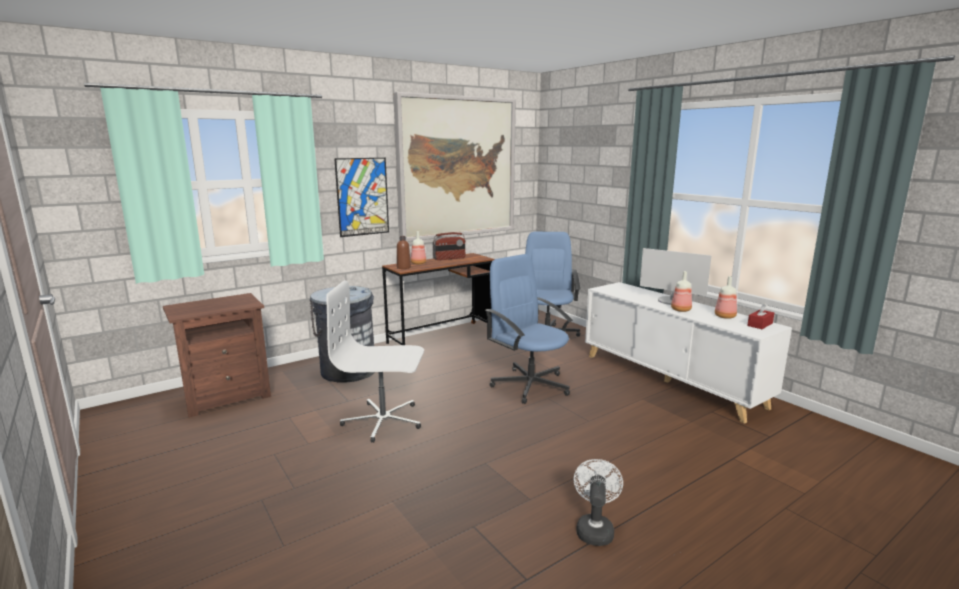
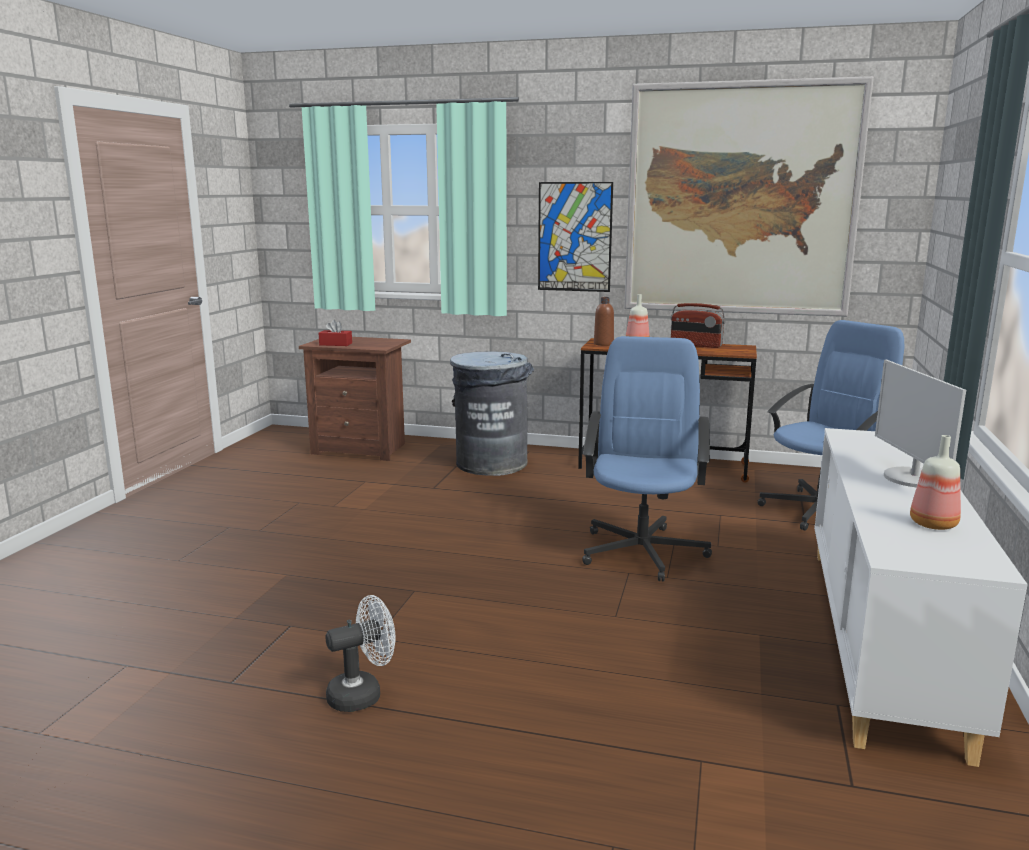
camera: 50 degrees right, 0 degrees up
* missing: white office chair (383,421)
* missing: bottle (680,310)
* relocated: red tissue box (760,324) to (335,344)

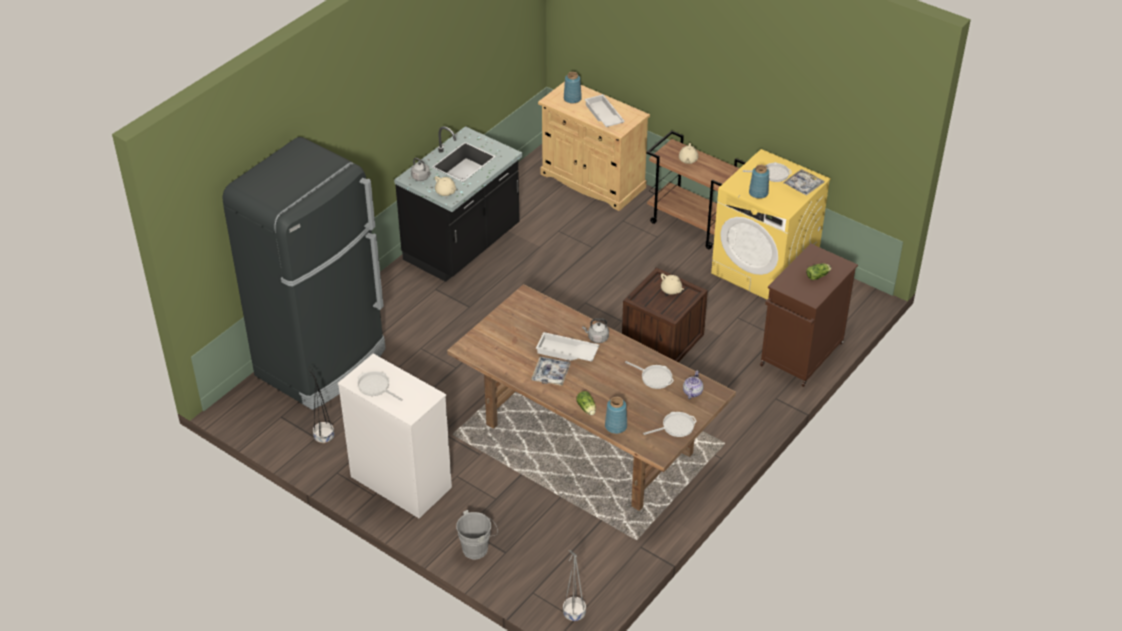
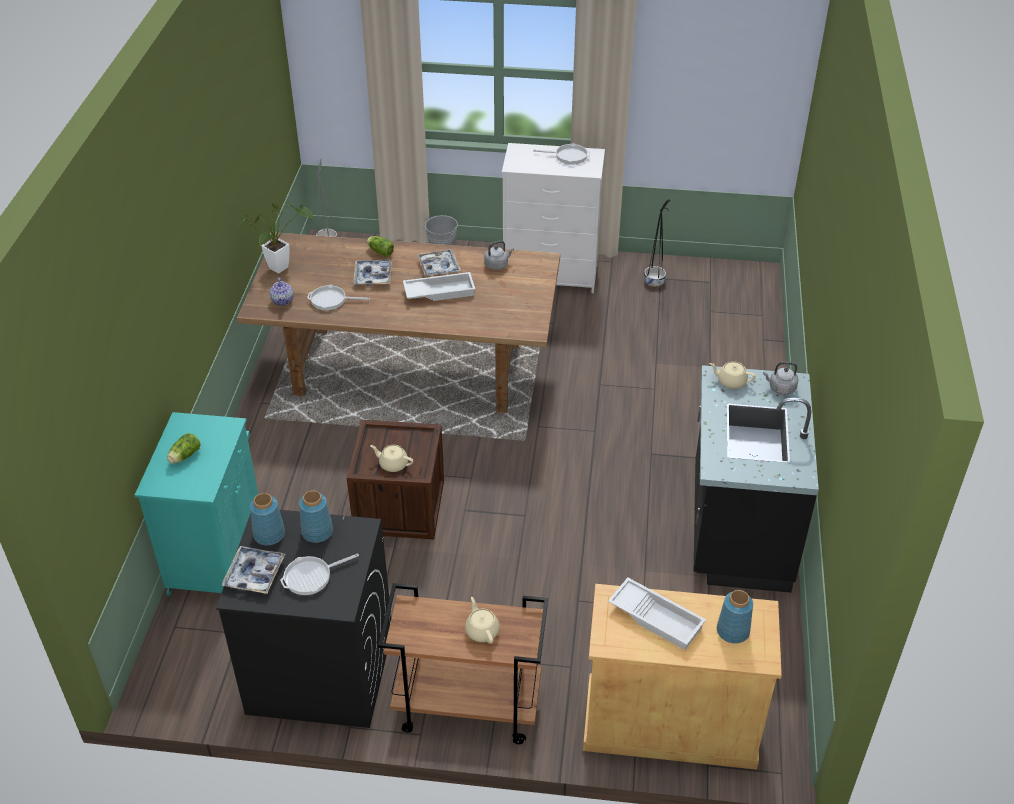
camera: 150 degrees right, 0 degrees up
* missing: black fridge (322,363)
* appeared: tray (373,276)
* relocated: grey kettle (597,338) to (497,264)
* relocated: blue vase (615,426) to (269,534)
* exchanged: frying pan (675,427) to potted plant (282,266)
* colour: yellow washing machine (765,269) to black washing machine (319,671)
* colour: brown cabinet (800,355) to turquoise cabinet (217,555)

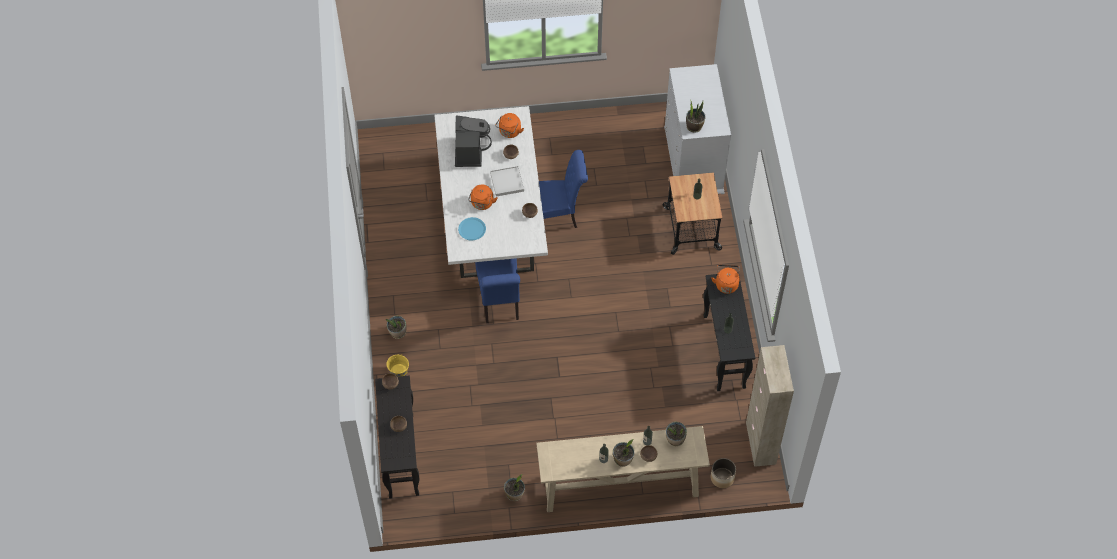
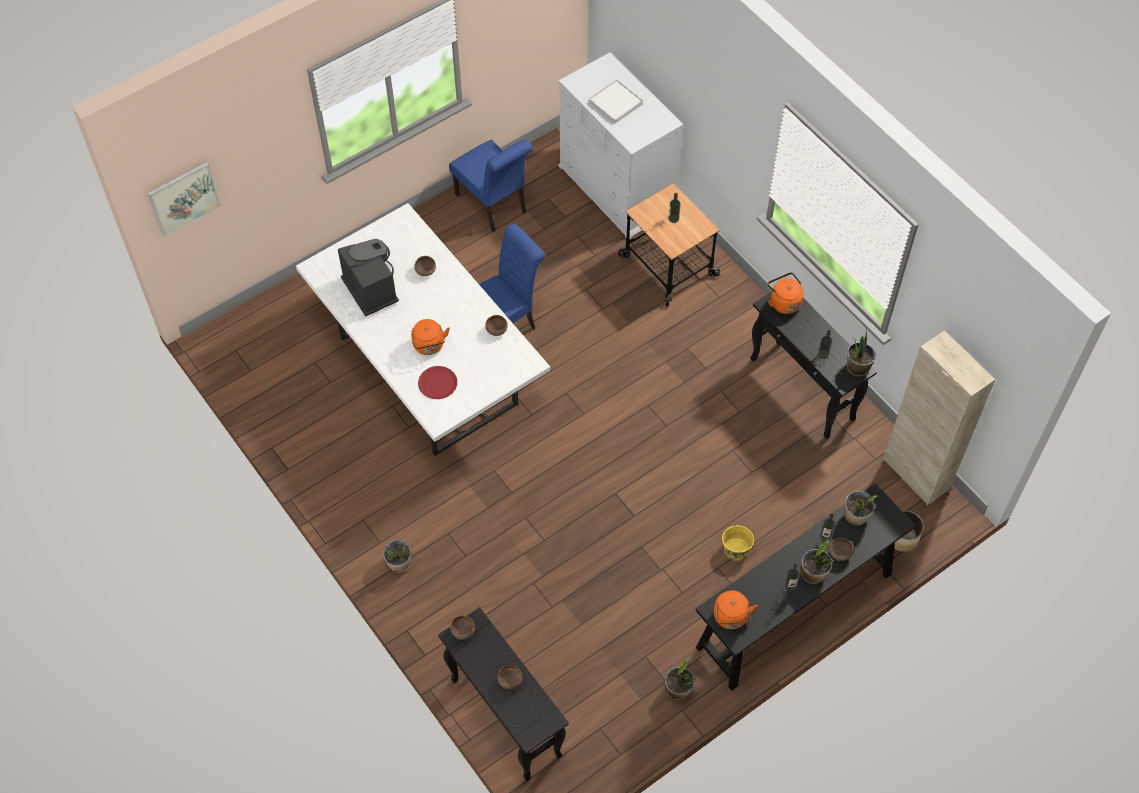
camera: 30 degrees left, 0 degrees up
* appeared: picture (184,198)
* relocated: yellow bucket (398,371) to (736,549)
* relocated: blue chair (500,304) to (494,206)
* relocated: white tray (507,182) to (615,103)
* relocated: orange kettle (509,132) to (731,618)
* relocated: potted plant (694,126) to (857,367)
* colour: blue plate (472,229) to red plate (437,383)
* colour: beige console table (619,486) to black console table (793,611)

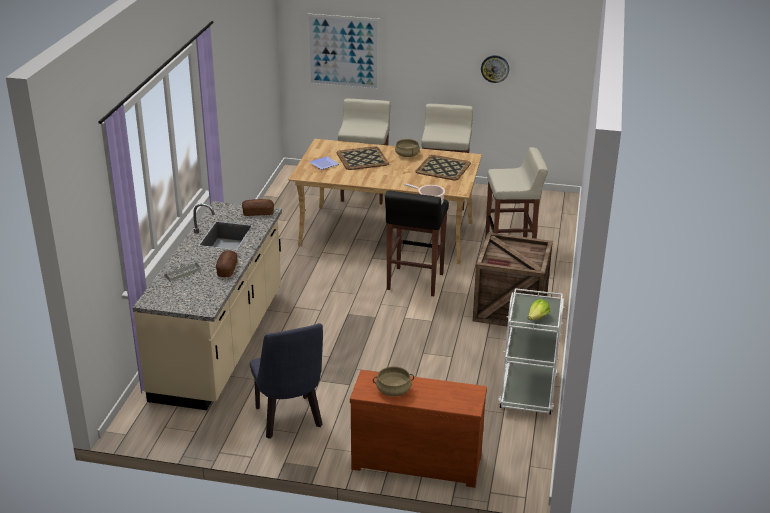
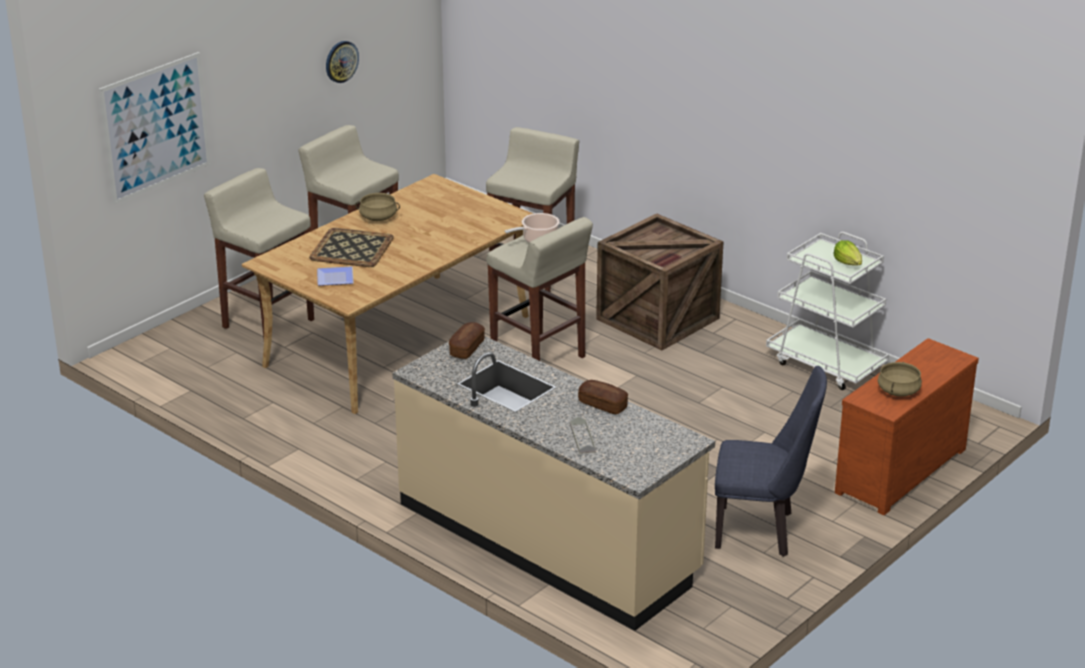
camera: 60 degrees left, 0 degrees up
* missing: tray (442,168)
* colour: black stool (414,282) to beige stool (539,359)

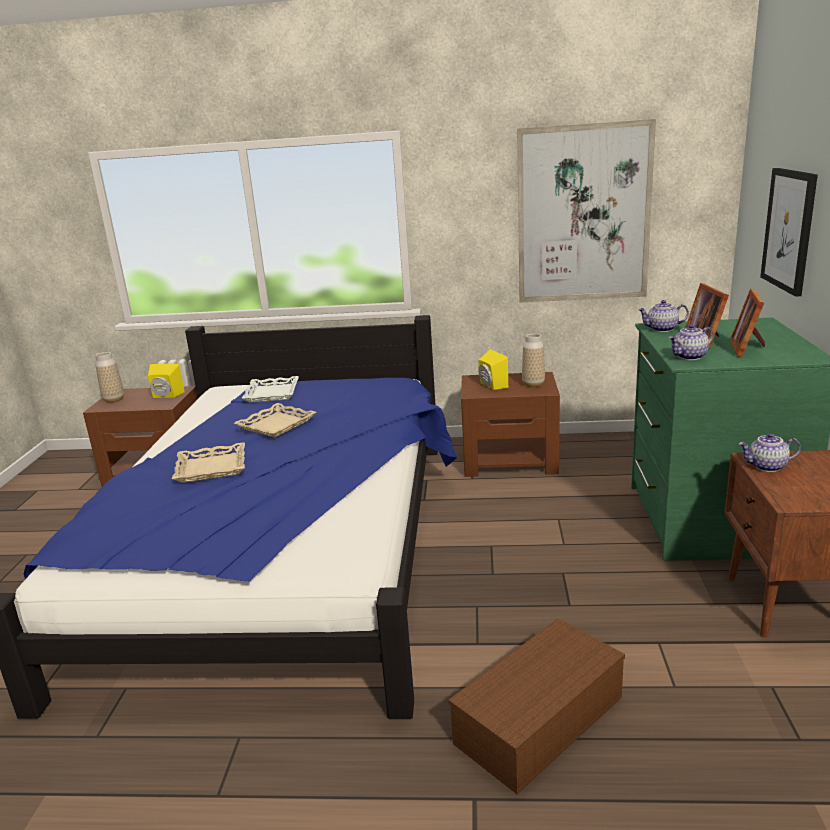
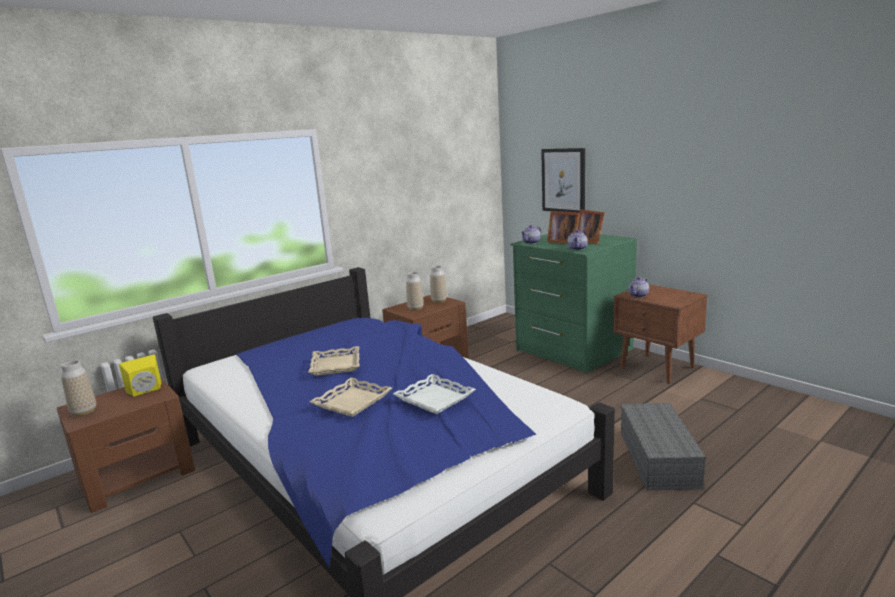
camera: 45 degrees left, 5 degrees down
* missing: picture (583,214)
* relocated: white tray (271,393) to (434,399)
* exchanged: yellow speaker (491,386) to vase (415,309)
* colour: brown storage box (539,722) to grey storage box (659,459)

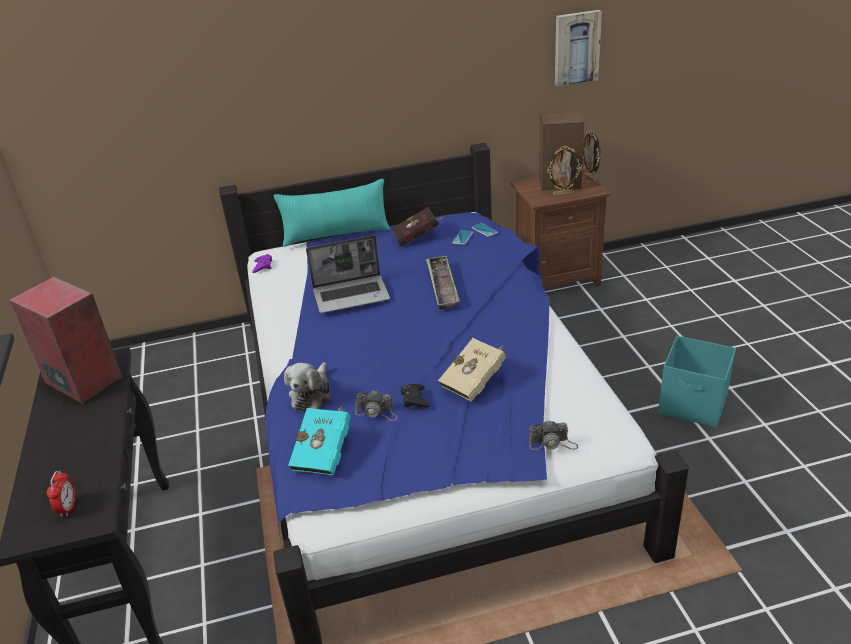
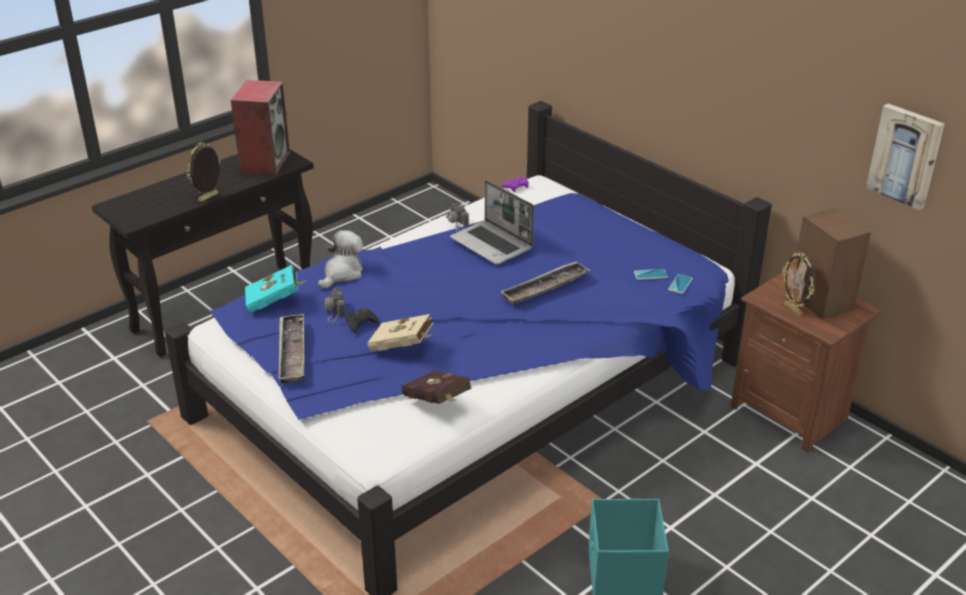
camera: 60 degrees right, 0 degrees up
* missing: alarm clock (68,508)
* missing: turquoise pillow (336,235)
* appeared: tray (292,352)
* relocated: red book (418,238) to (437,402)
* relocated: photo camera (552,443) to (457,222)
* relocated: picture frame (590,178) to (209,198)
* spun: plush toy (312,395) = (342,273) 135 degrees clockwise

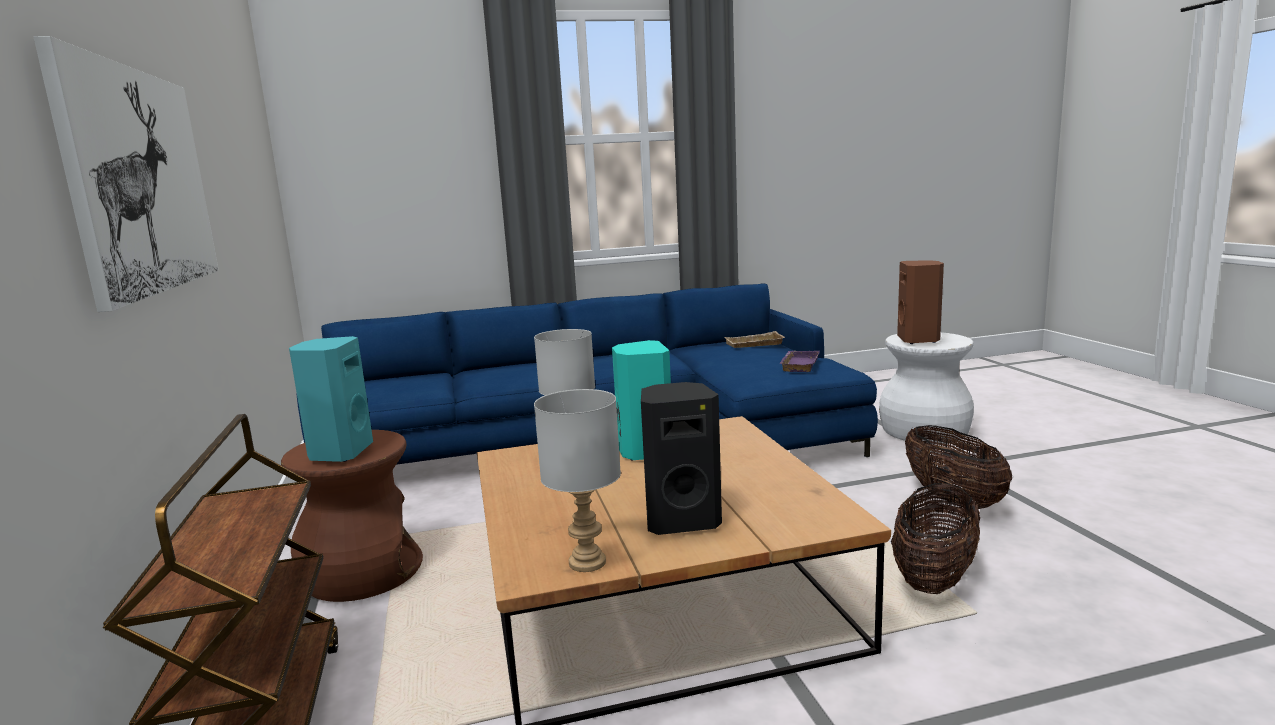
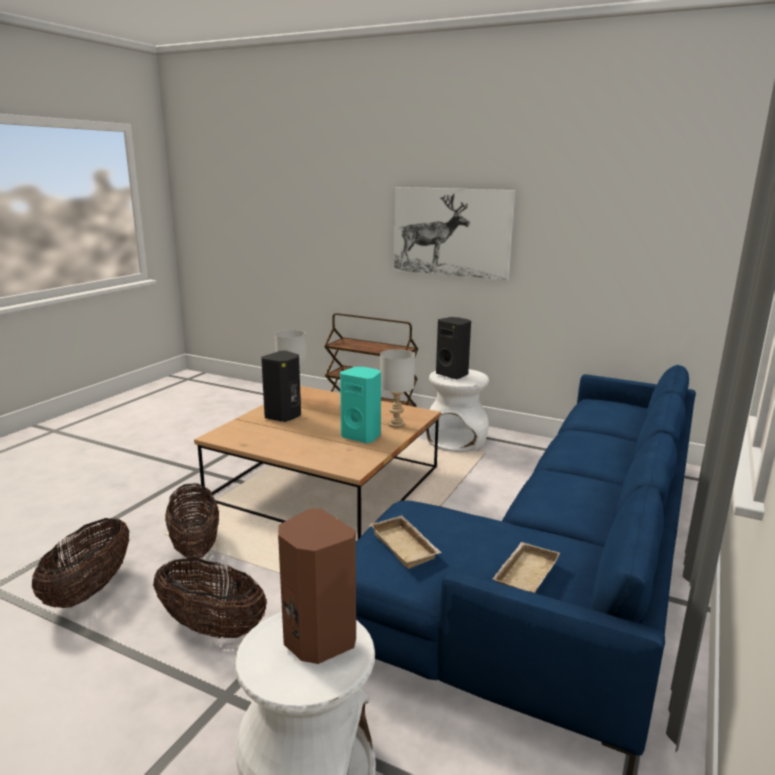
camera: 130 degrees right, 5 degrees up
* appeared: basket (89,590)
* colour: brown stool (362,572) to white stool (456,440)
* colour: turquoise speaker (339,453) to black speaker (453,374)
* colour: purple tray (798,365) to beige tray (406,546)

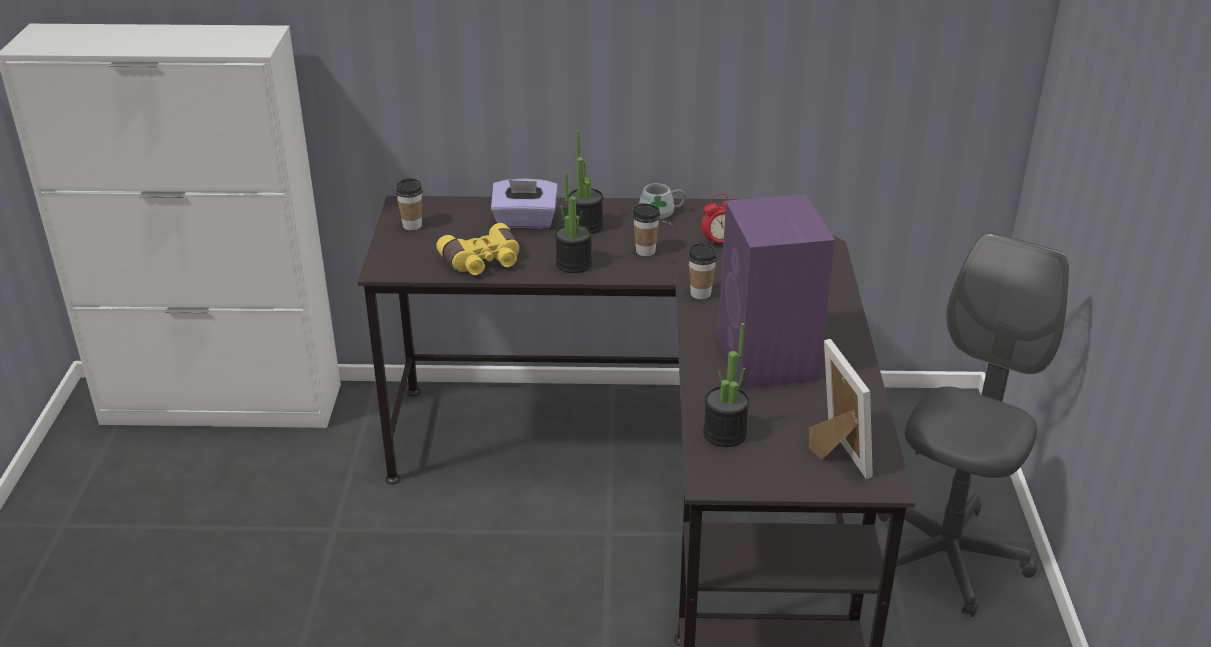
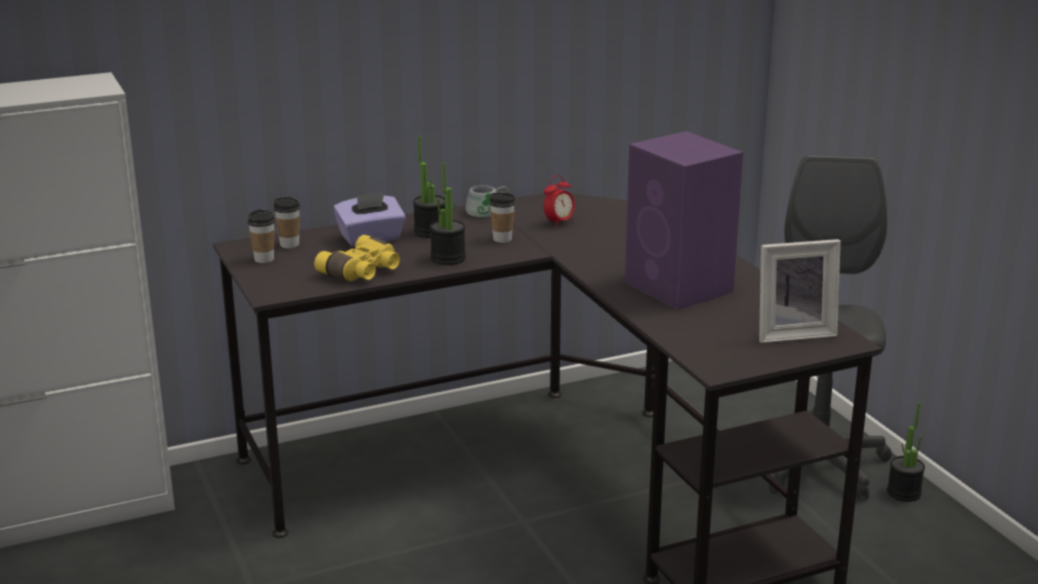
camera: 25 degrees left, 10 degrees down
* relocated: cup (700,293) to (289,244)
* relocated: potted plant (724,433) to (903,493)
* spun: picture frame (834,453) = (792,332) 120 degrees clockwise

